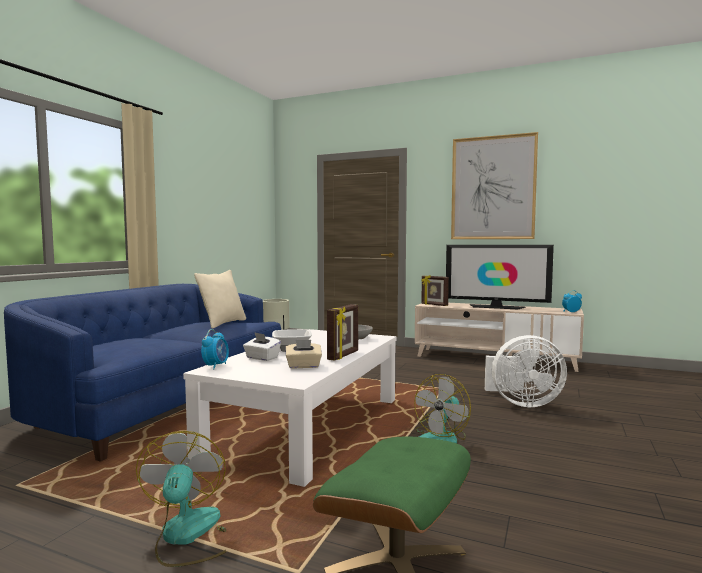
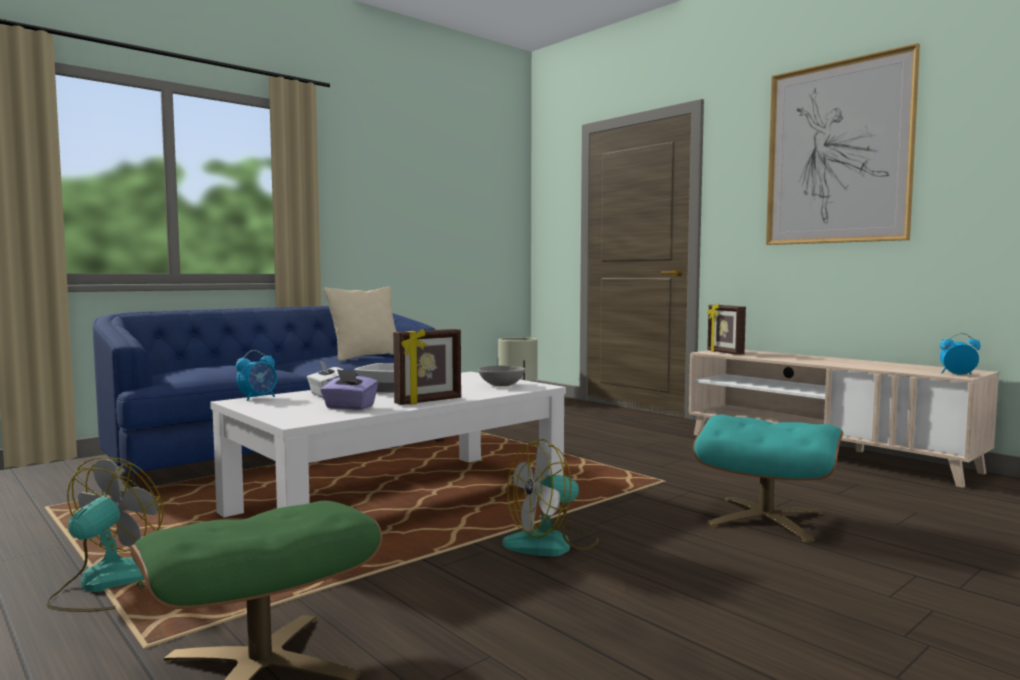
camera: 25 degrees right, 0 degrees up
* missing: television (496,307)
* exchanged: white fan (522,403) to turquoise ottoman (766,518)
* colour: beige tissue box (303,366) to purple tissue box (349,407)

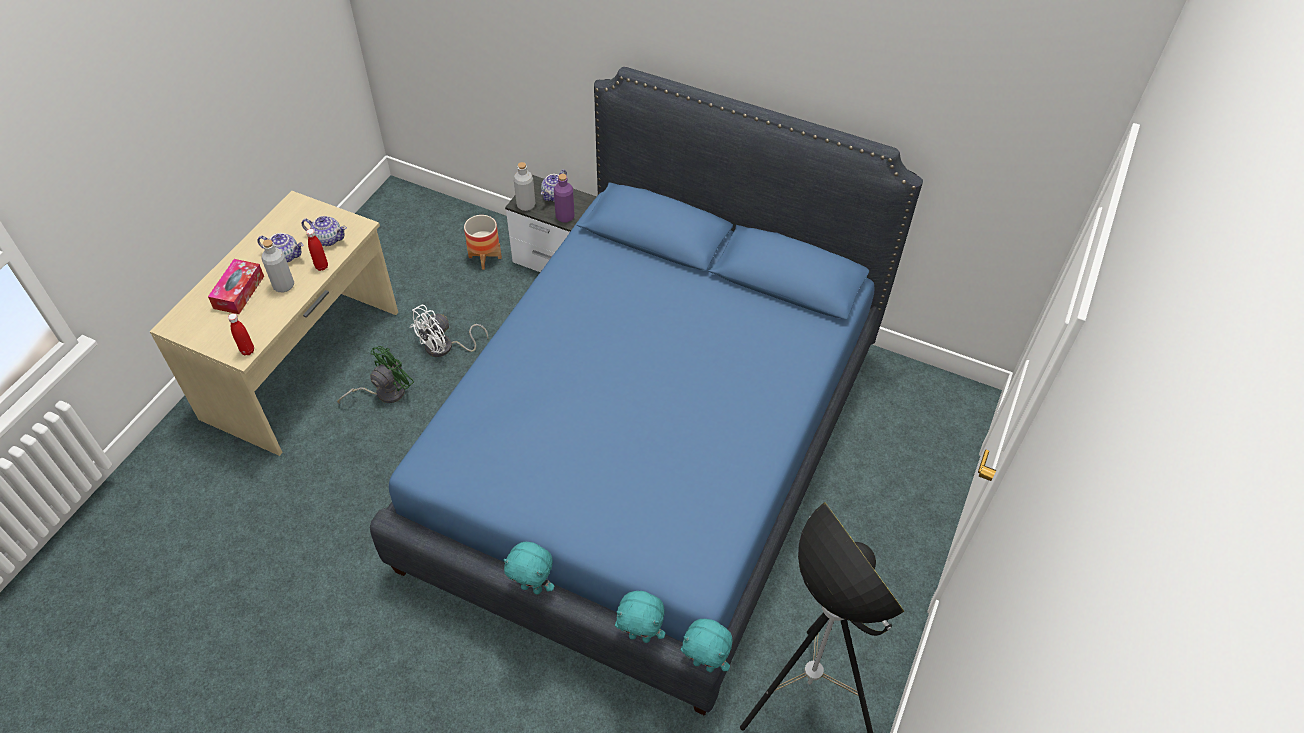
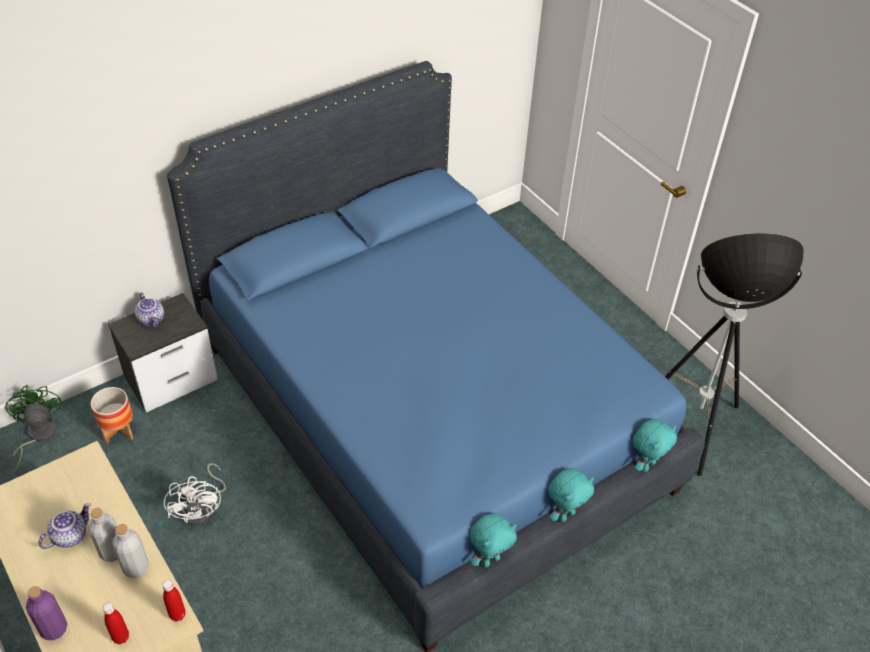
camera: 60 degrees left, 5 degrees down
* missing: tissue box (239,292)
* missing: teapot (328,239)
* relocated: red bottle (321,266) to (121,637)
* relocated: green fan (384,392) to (37,436)
* relocated: grey bottle (526,205) to (136,567)
* relocated: purple bottle (565,217) to (54,629)
* relocated: turquoise plush toy (704,664) to (489,560)

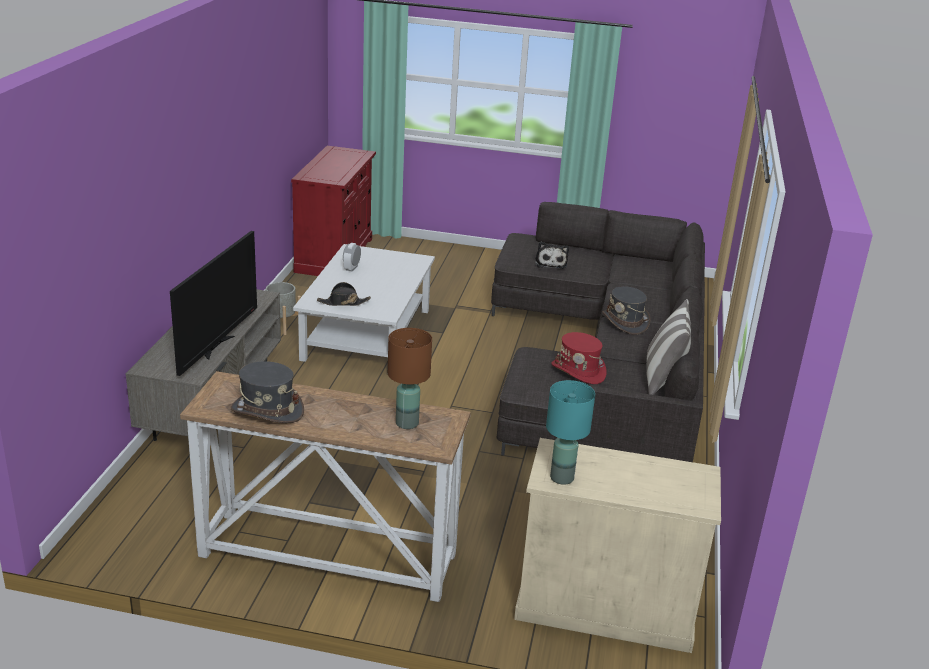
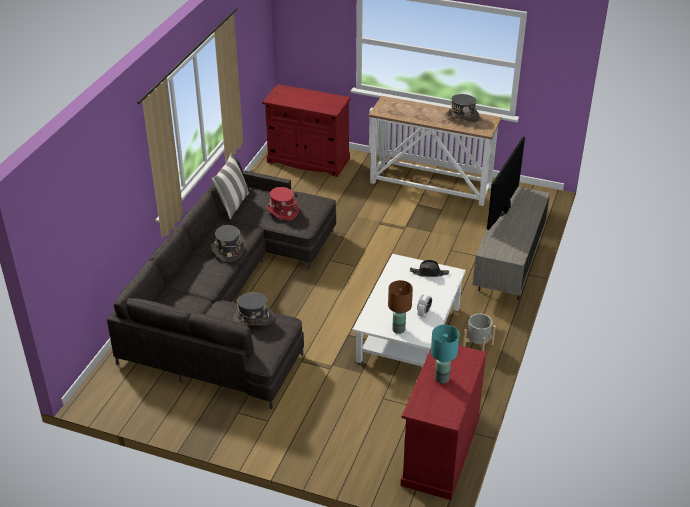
camera: 170 degrees left, 10 degrees up
* relocated: brown table lamp (407,423) to (398,329)
* relocated: turquoise table lamp (562,478) to (441,378)
* exchanged: plush toy (550,263) to grey hat (253,318)
* colour: beige cabinet (605,607) to red cabinet (308,160)

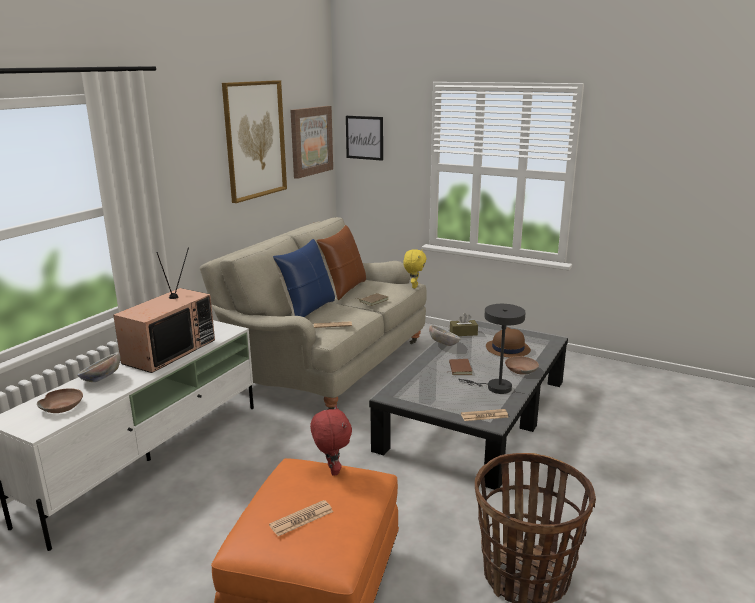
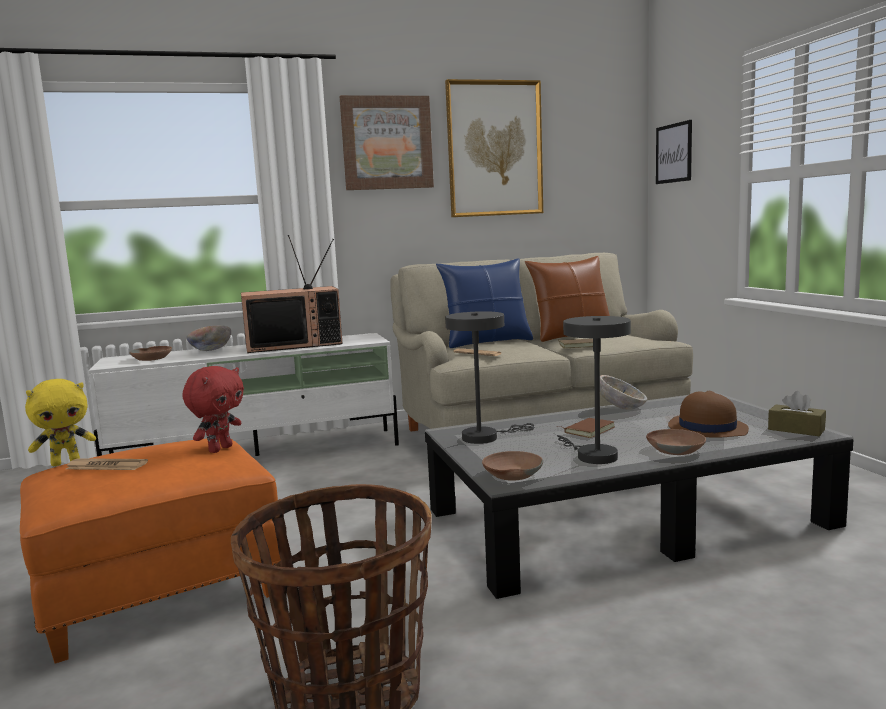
camera: 45 degrees right, 10 degrees down
* appeared: grey table lamp (485,437)
* relocated: picture (311,141) to (387,143)
* relocated: yellow plush toy (414,286) to (66,462)
* relocated: brown tissue box (463,333) to (796,429)
* exchanged: newspaper (484,416) to brown bowl (511,474)

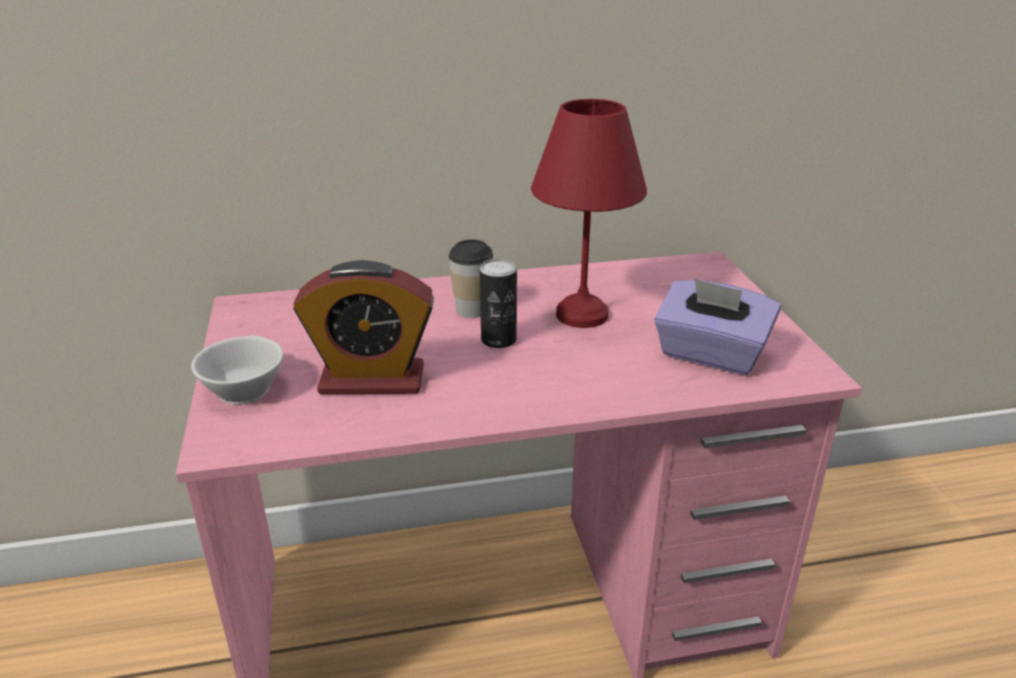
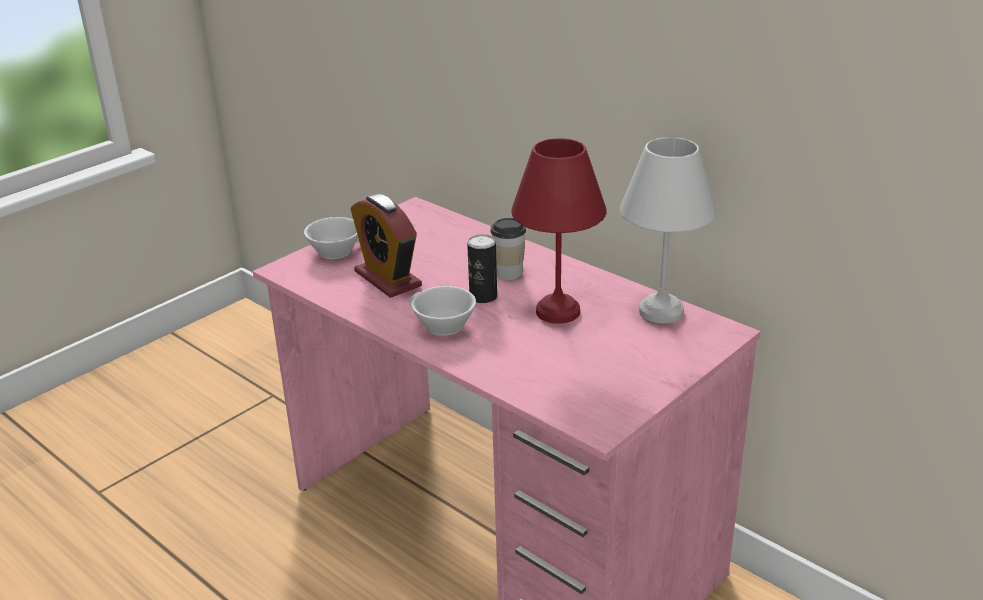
camera: 55 degrees right, 0 degrees up
* missing: purple tissue box (710,355)
* appeared: white cup (441,326)
* appeared: white table lamp (659,312)

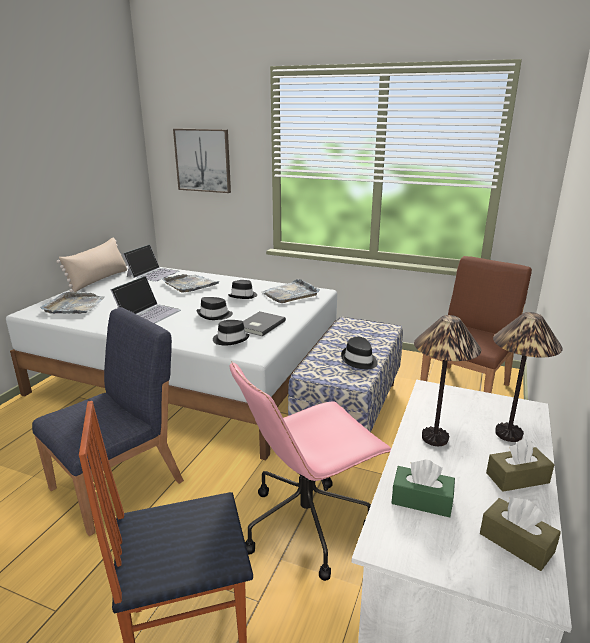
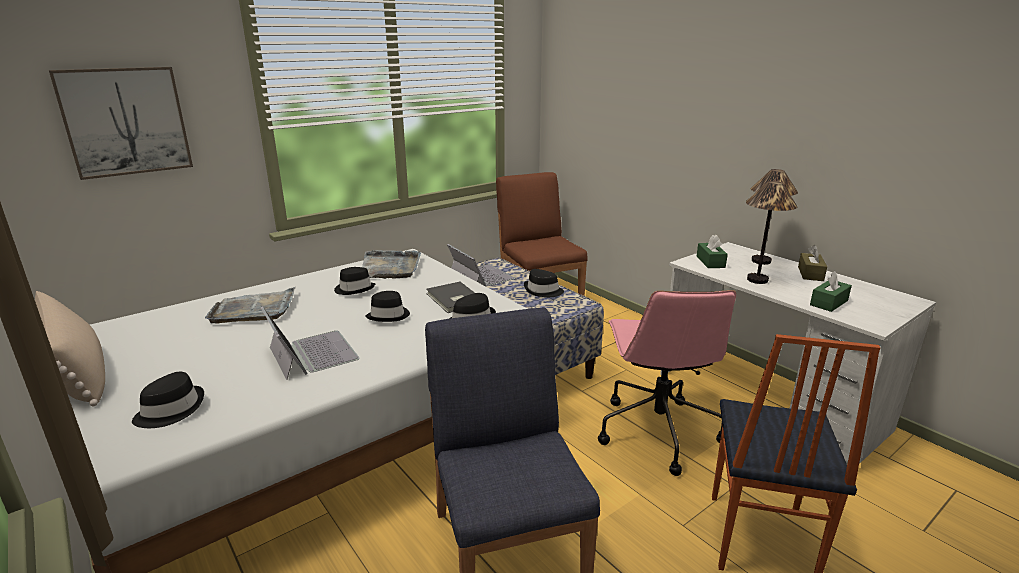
camera: 60 degrees left, 0 degrees up
* missing: brown tissue box (516,543)
* appeared: green tissue box (710,262)
* relocated: laptop (153,273) to (480,276)
* exchanged: grey tray (74,306) to black hat (171,410)

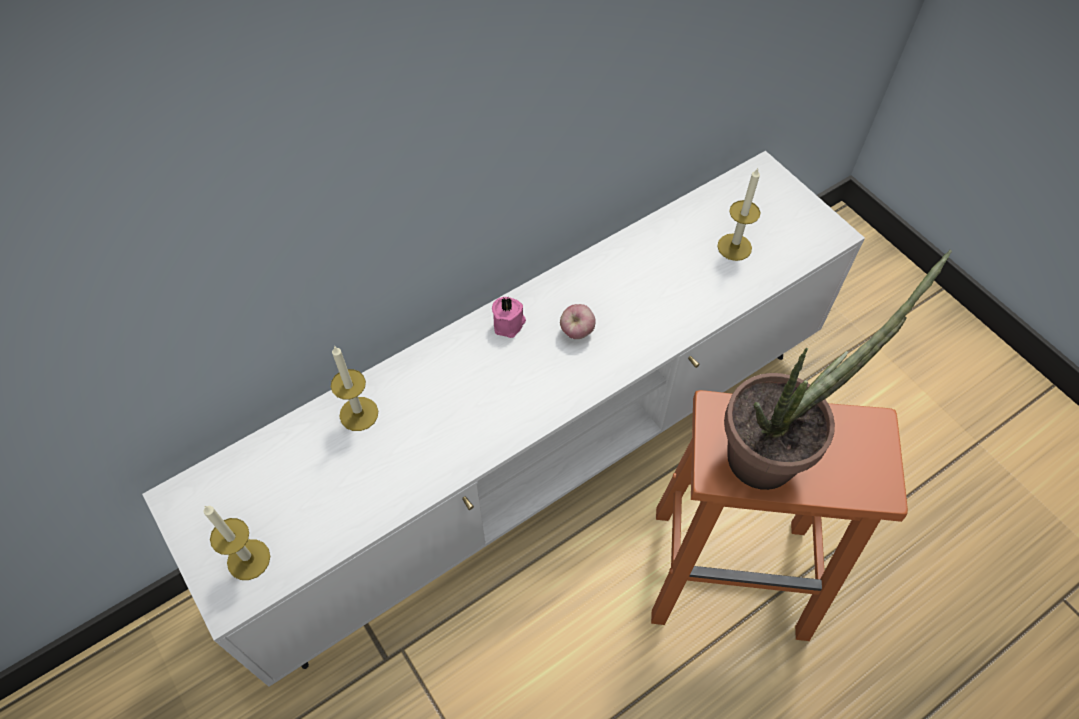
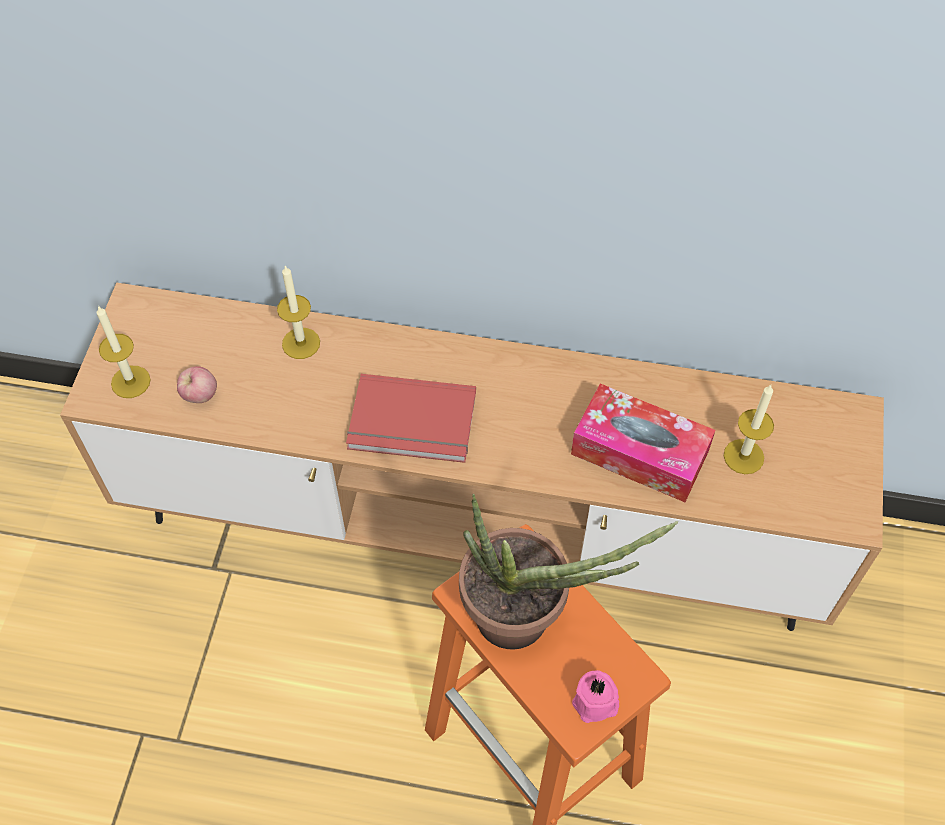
camera: 45 degrees right, 0 degrees up
* appeared: red book (412,424)
* appeared: tissue box (639,453)
* relocated: pink candle (509,324) to (596,704)
* relocated: apple (577,331) to (200,395)
* colour: white tv stand (537,463) to brown tv stand (473,527)

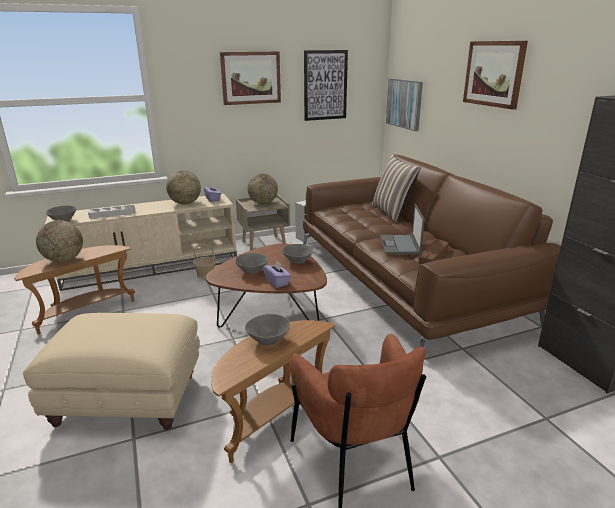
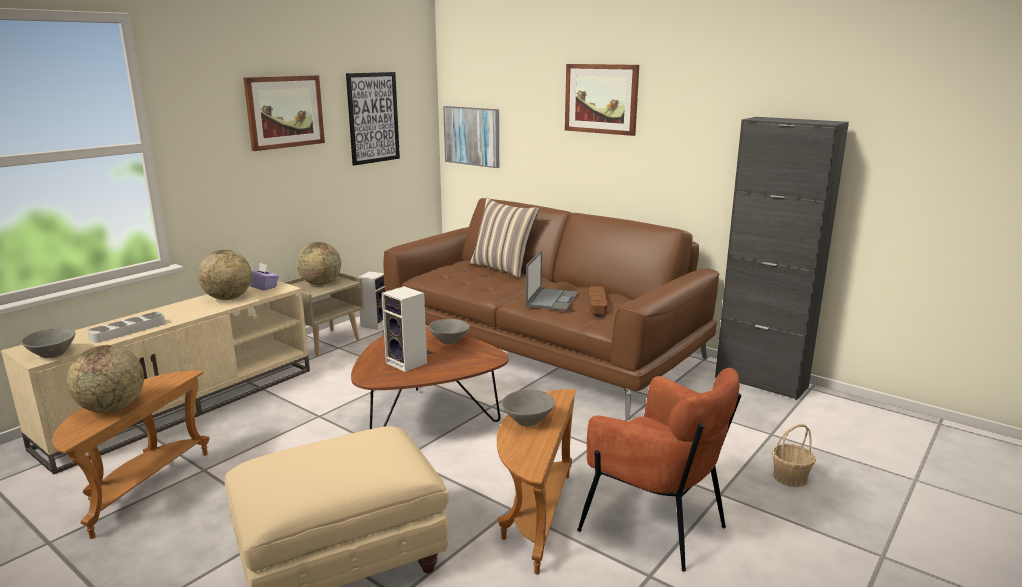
camera: 30 degrees left, 5 degrees down
* missing: purple tissue box (277,282)
* relocated: basket (206,274) to (790,477)
* exchanged: grey bowl (252,271) to speaker (408,363)
* spun: laptop (400,245) = (552,299) 135 degrees counterclockwise

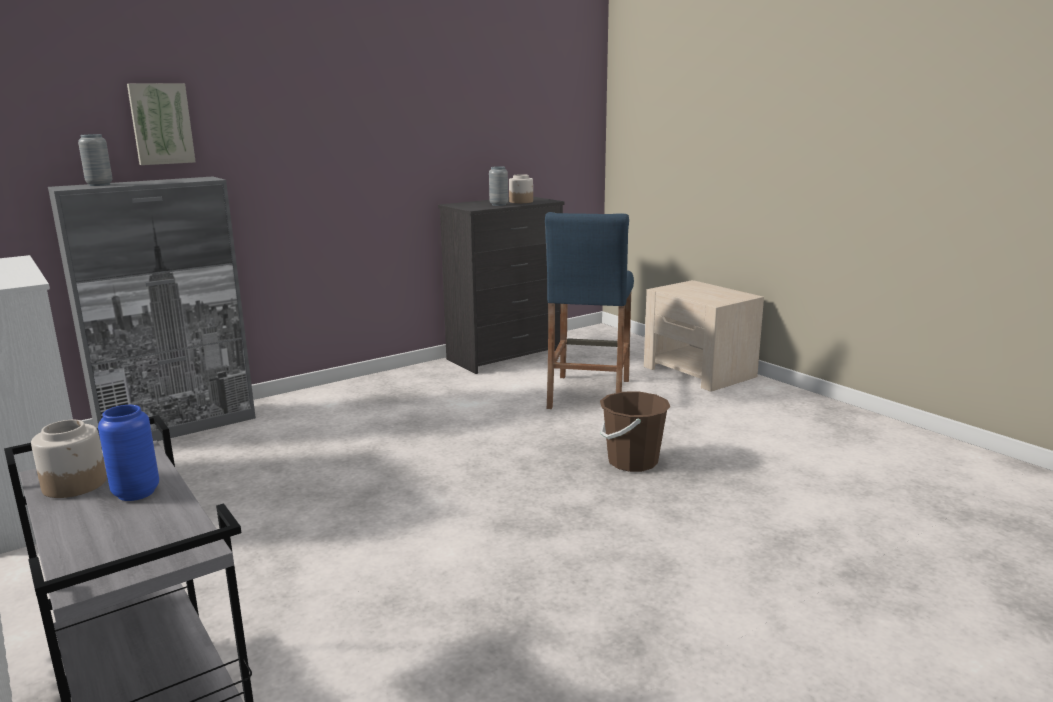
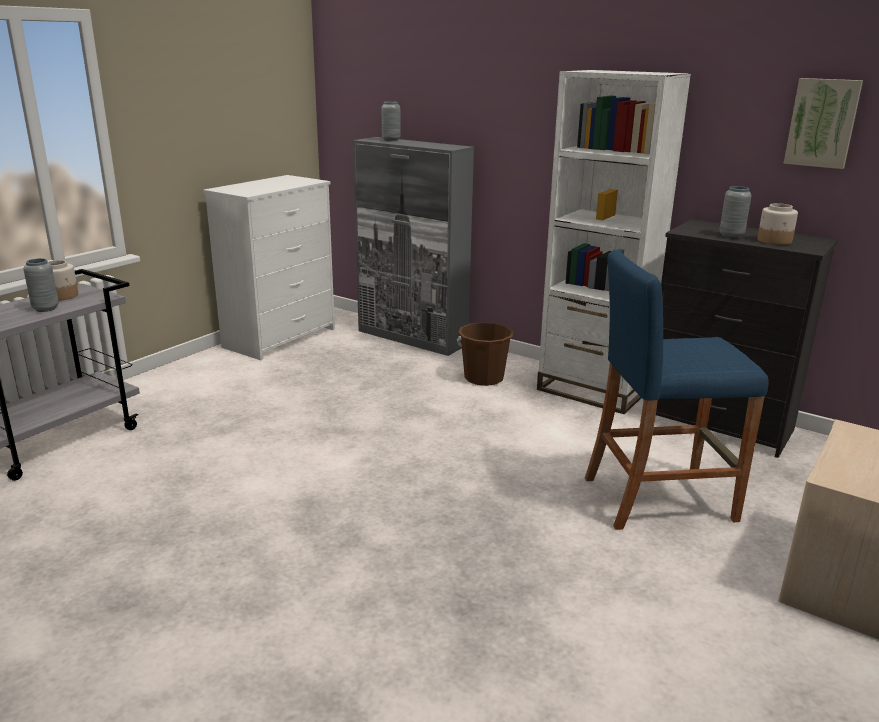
camera: 70 degrees right, 5 degrees up
* appeared: white bookcase (592,390)
* relocated: picture (161,124) to (822,123)
* relocated: brown bucket (632,462) to (484,378)
* colour: blue vase (136,493) to grey vase (45,309)

